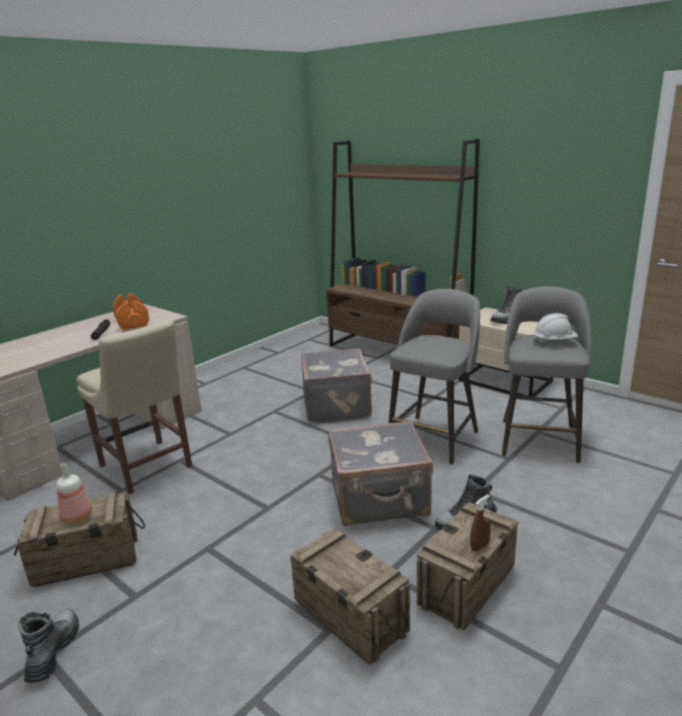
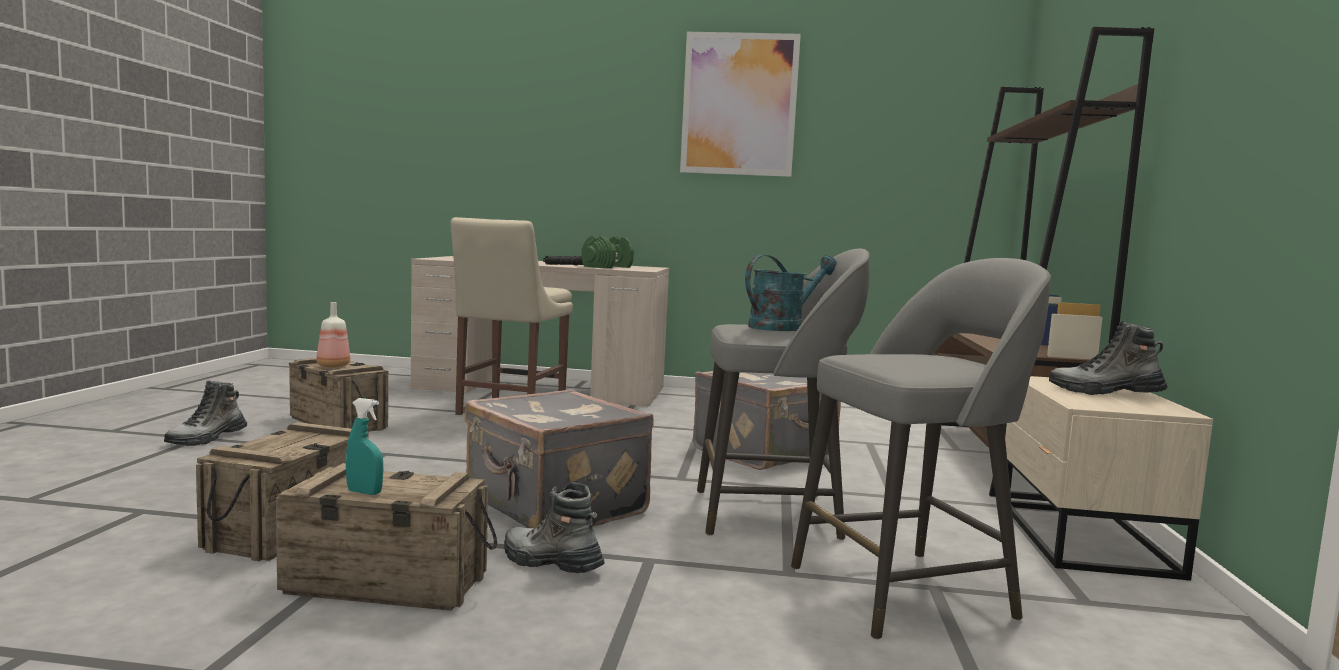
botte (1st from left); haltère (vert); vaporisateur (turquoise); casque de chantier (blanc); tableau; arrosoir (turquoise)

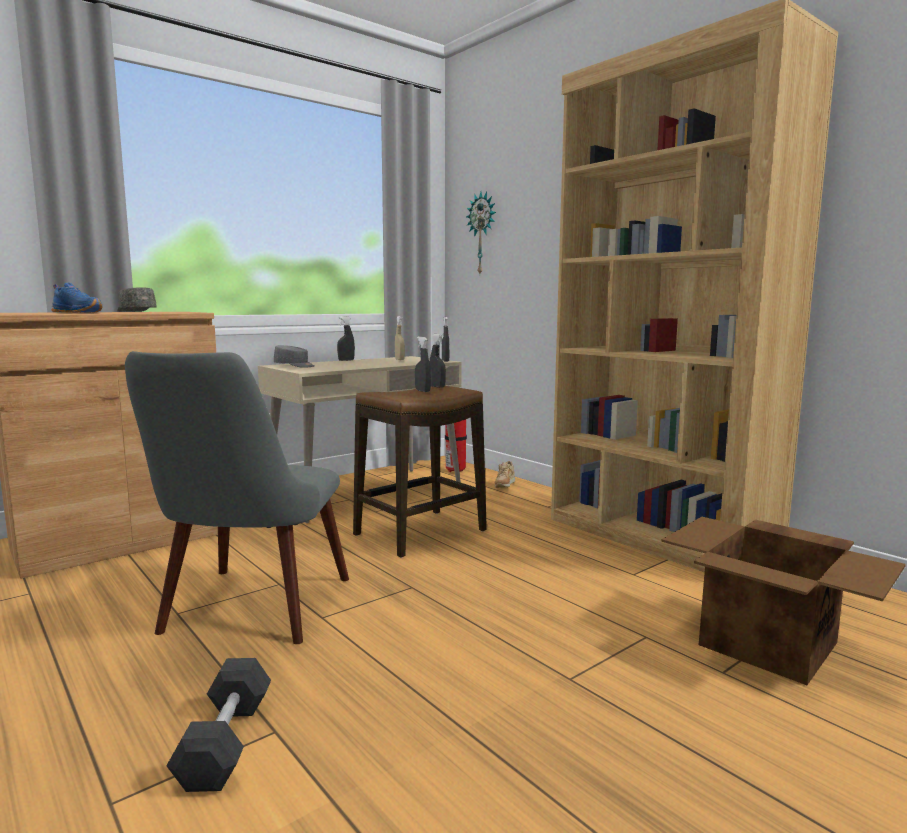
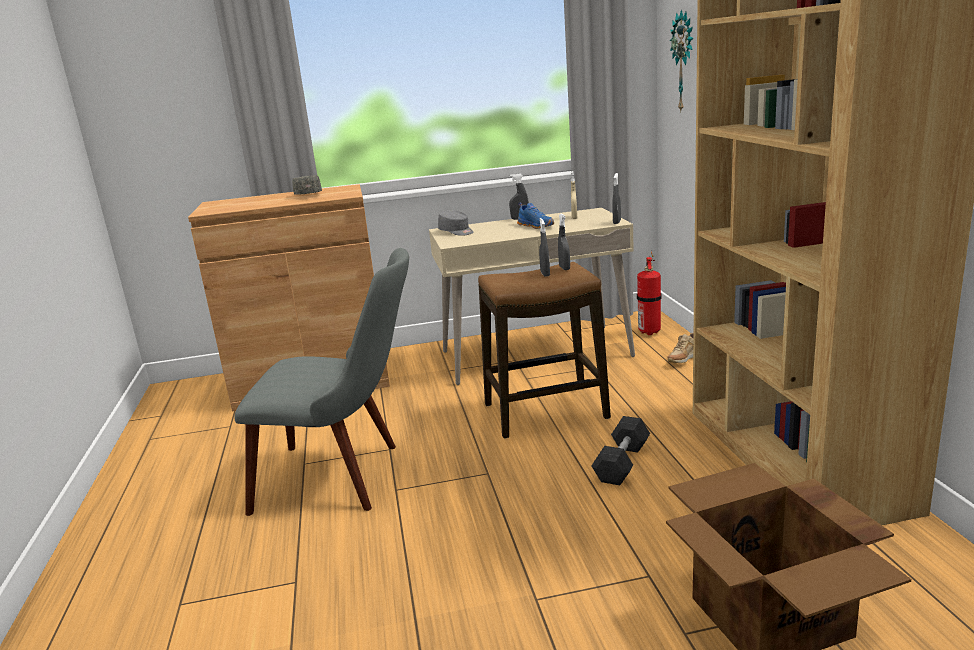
chaussure (bleu); chaise (gris); haltère (gris)

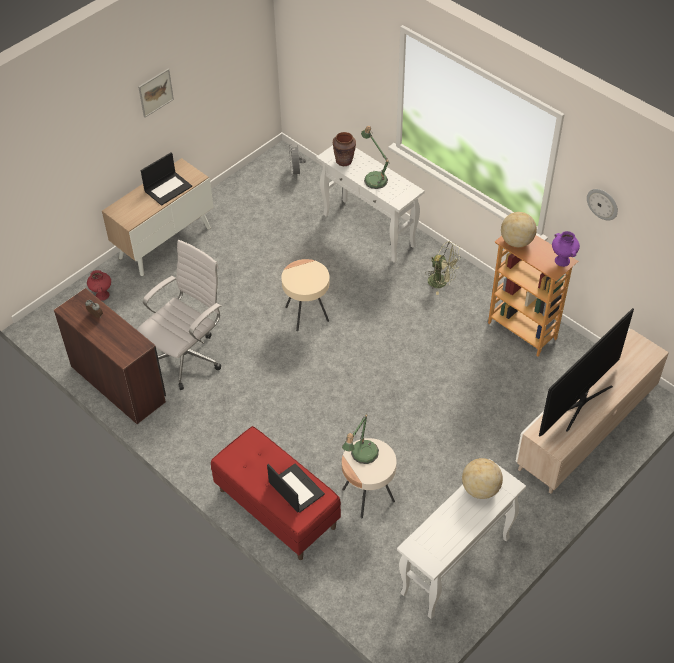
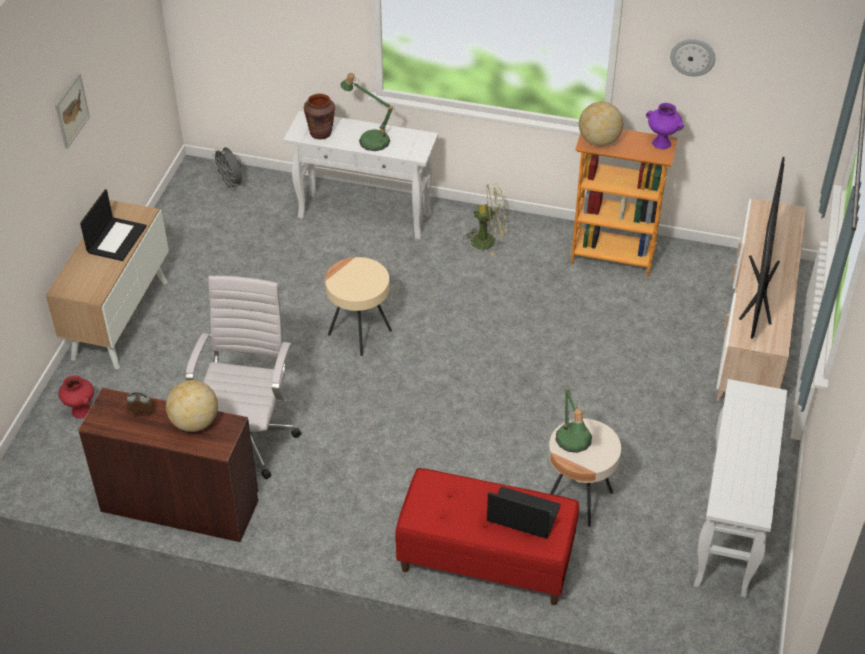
globe (1st from left)

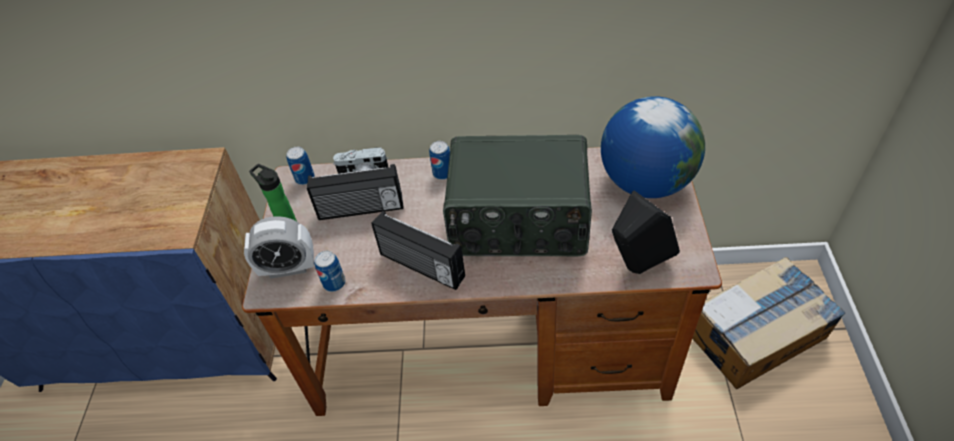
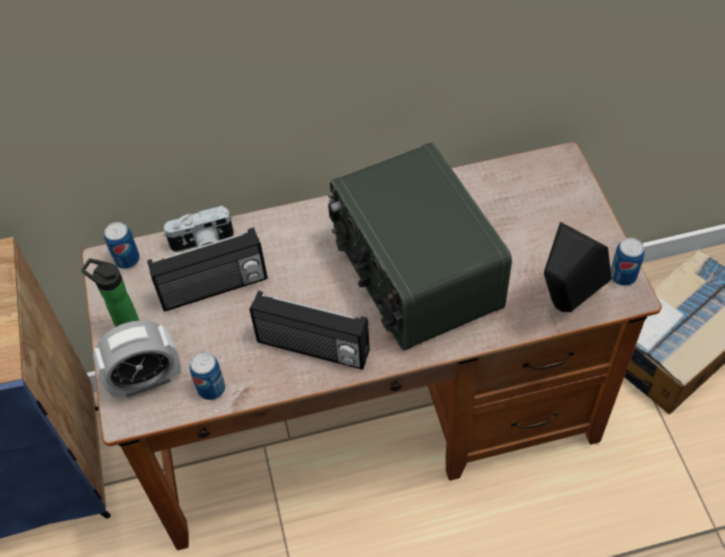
boîte métallique (3rd from left); radio (3rd from left); globe

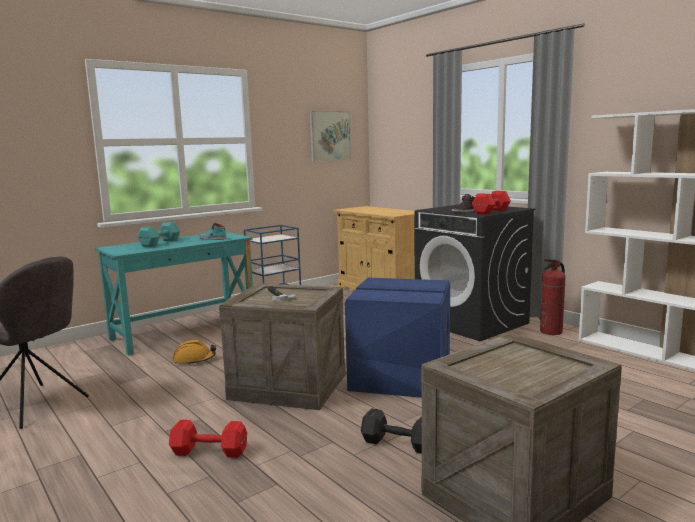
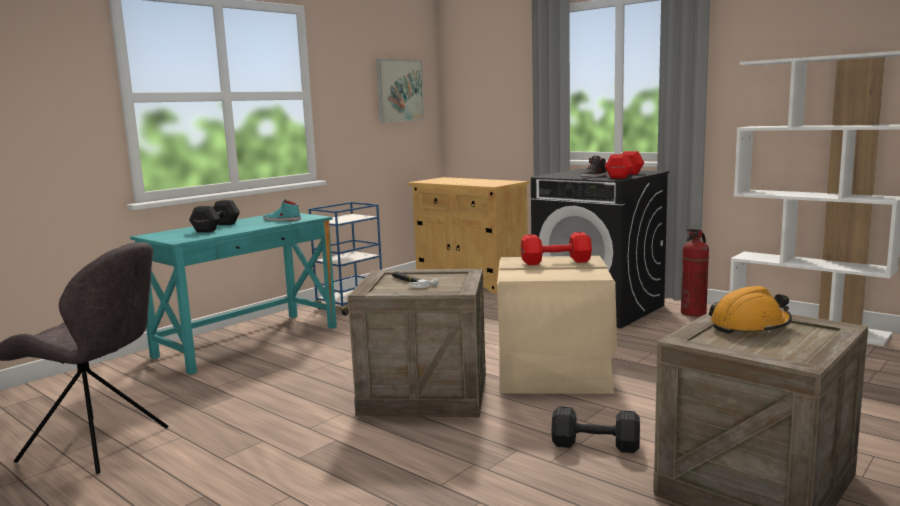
haltère (noir) (1st from left); haltère (rouge) (1st from left); casque de chantier (orange); boîte de rangement (beige)

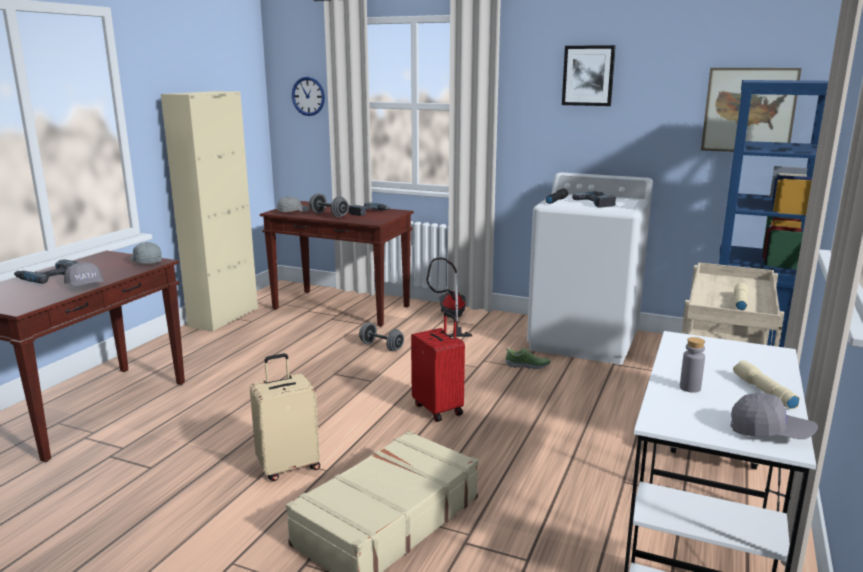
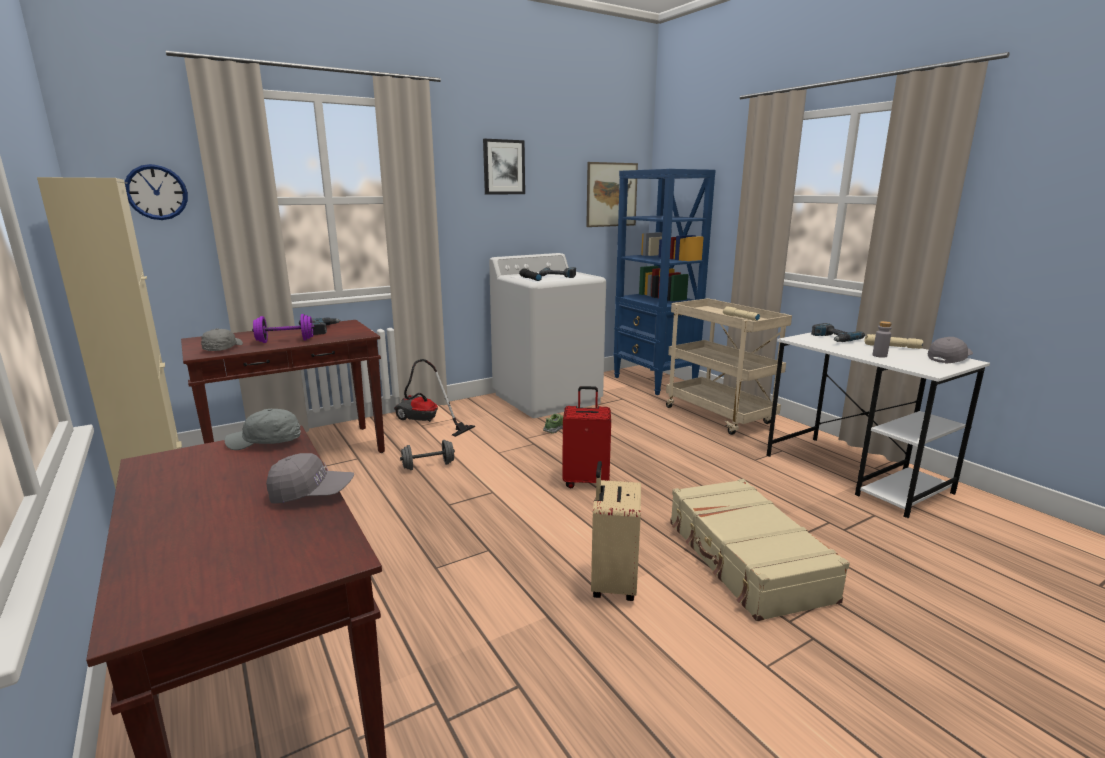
perceuse (3rd from left); haltère (violet)

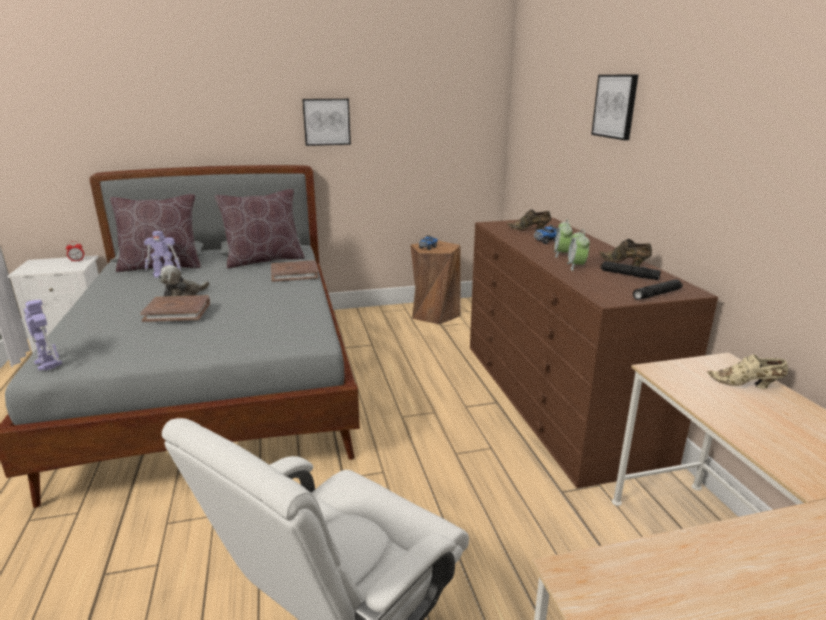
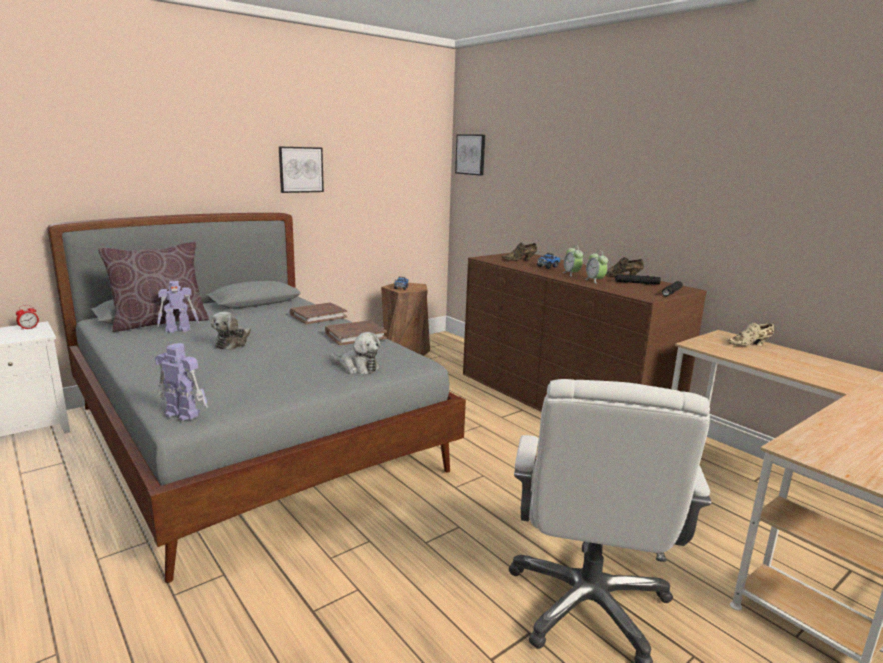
livre (marron) (2nd from left); coussin (marron) (2nd from left in the first image); tableau (2nd from left); peluche (2nd from left)

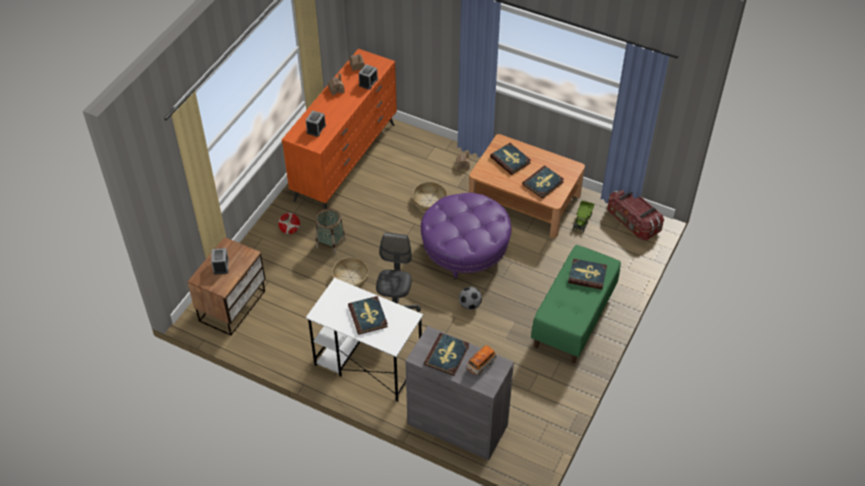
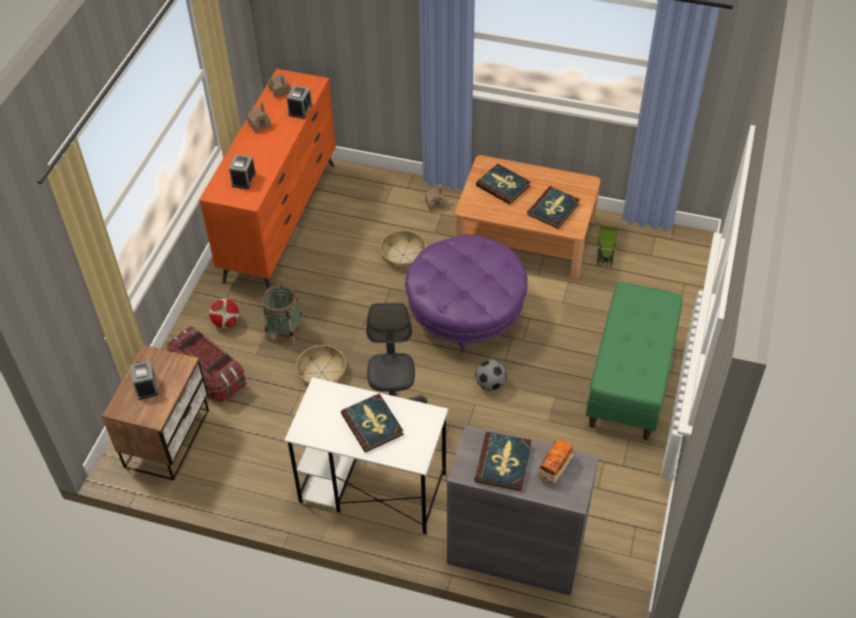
livre (5th from left in the first image); boîte de rangement

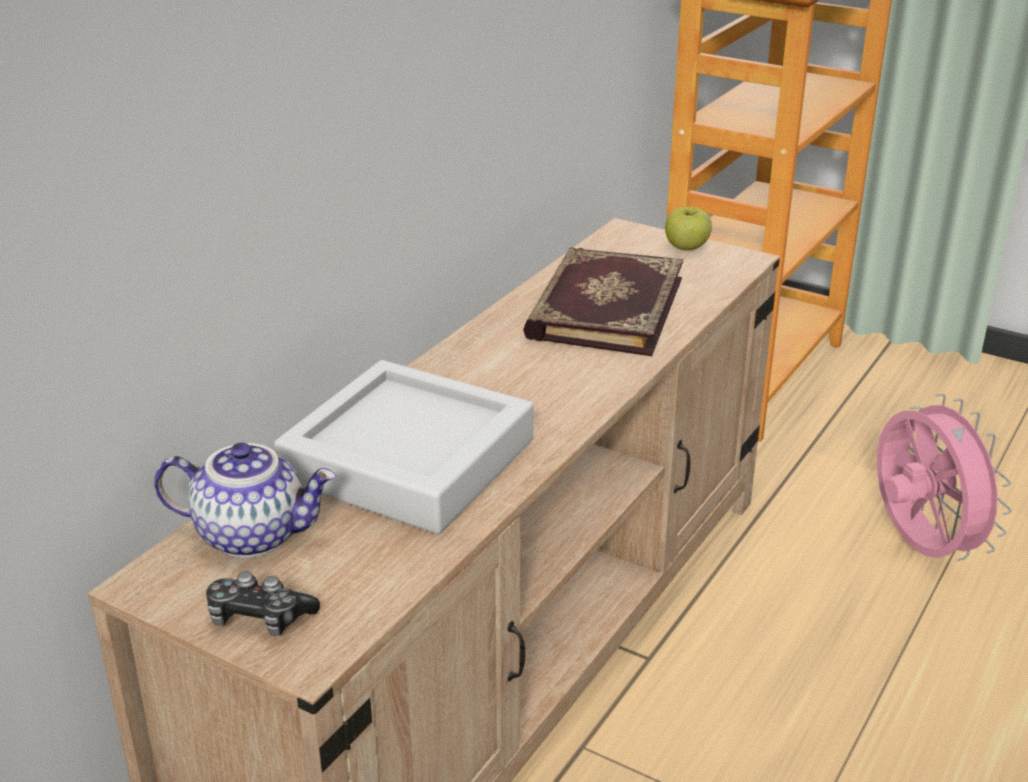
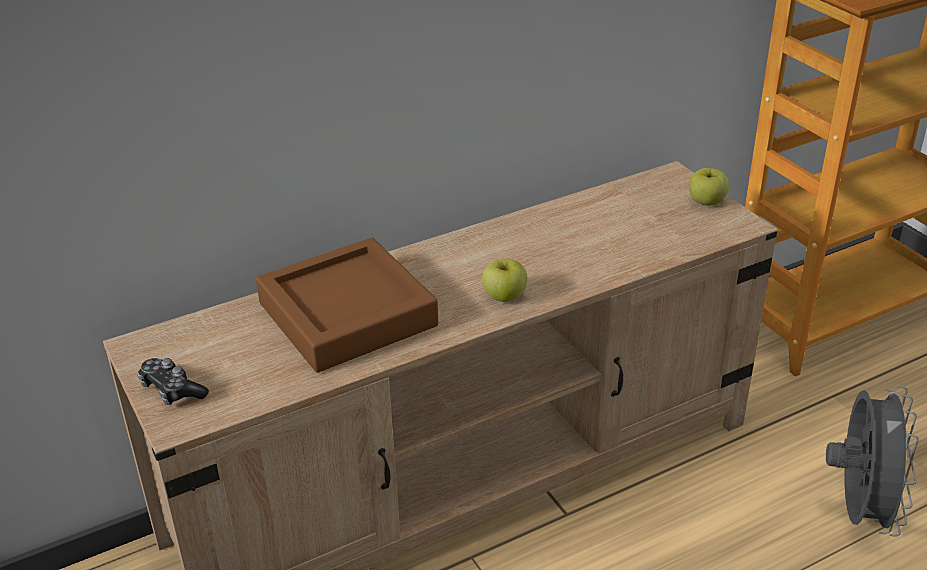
théière; plateau (marron); livre; ventilateur (gris); pomme (1st from left)

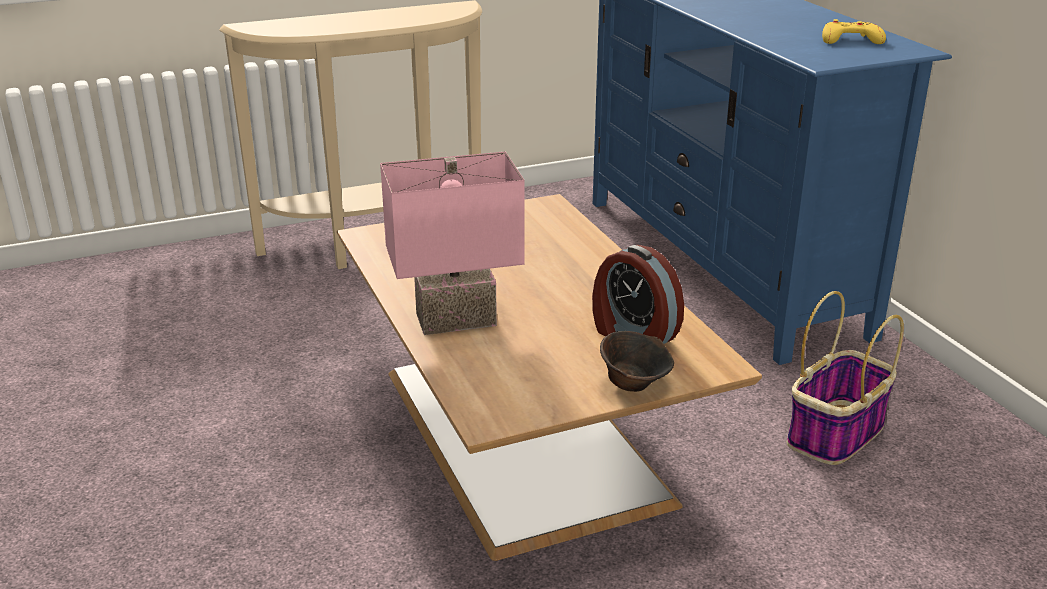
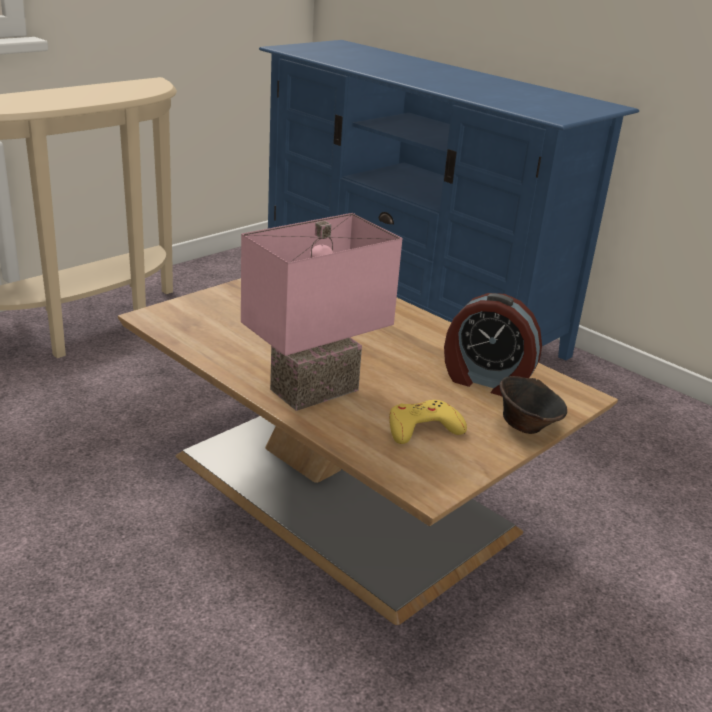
panier; manette (jaune)

